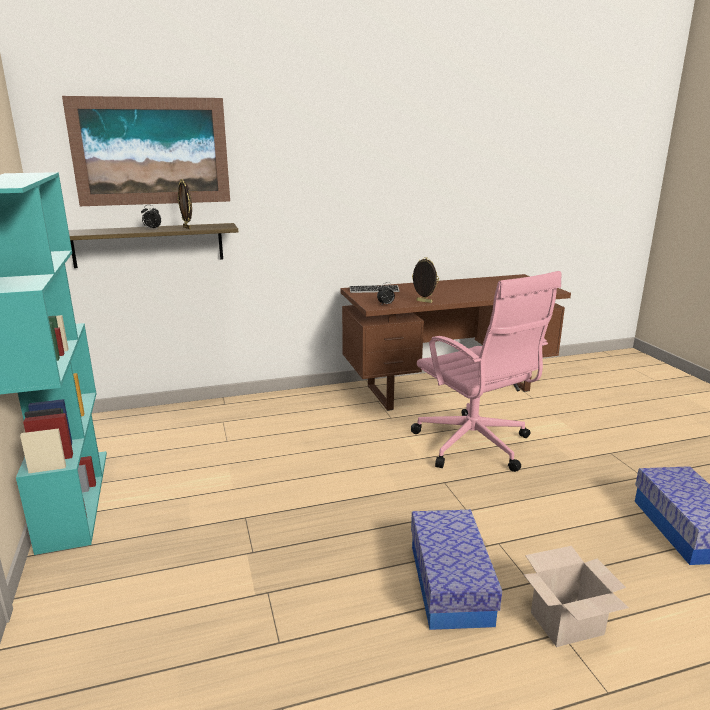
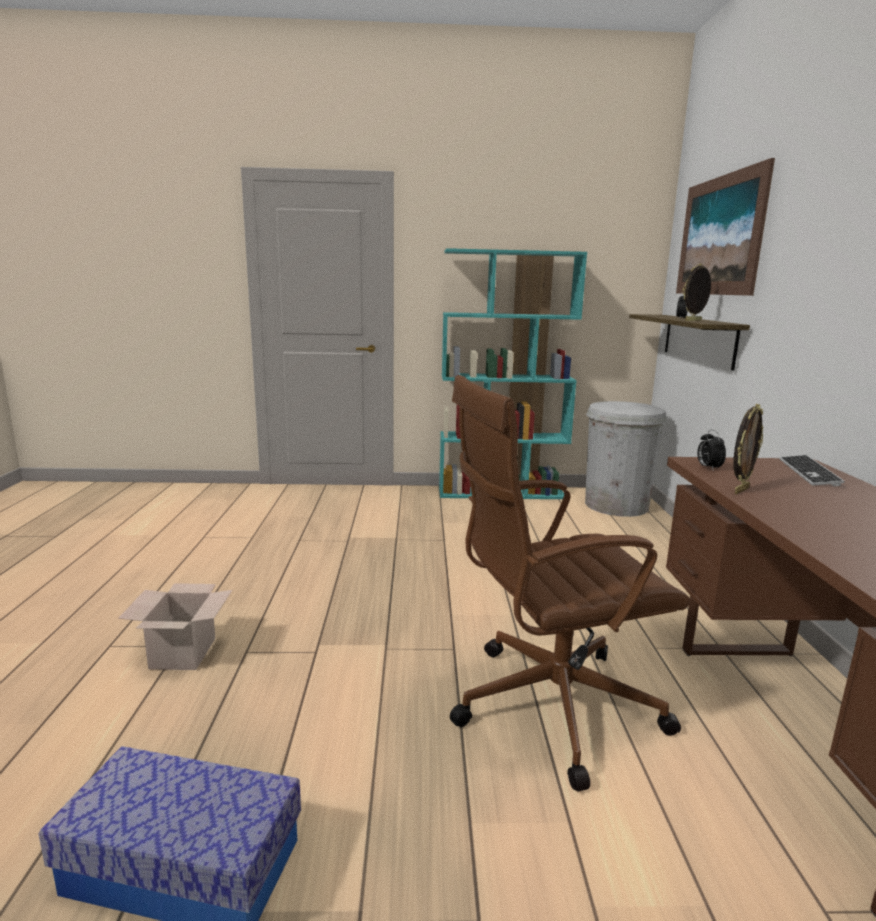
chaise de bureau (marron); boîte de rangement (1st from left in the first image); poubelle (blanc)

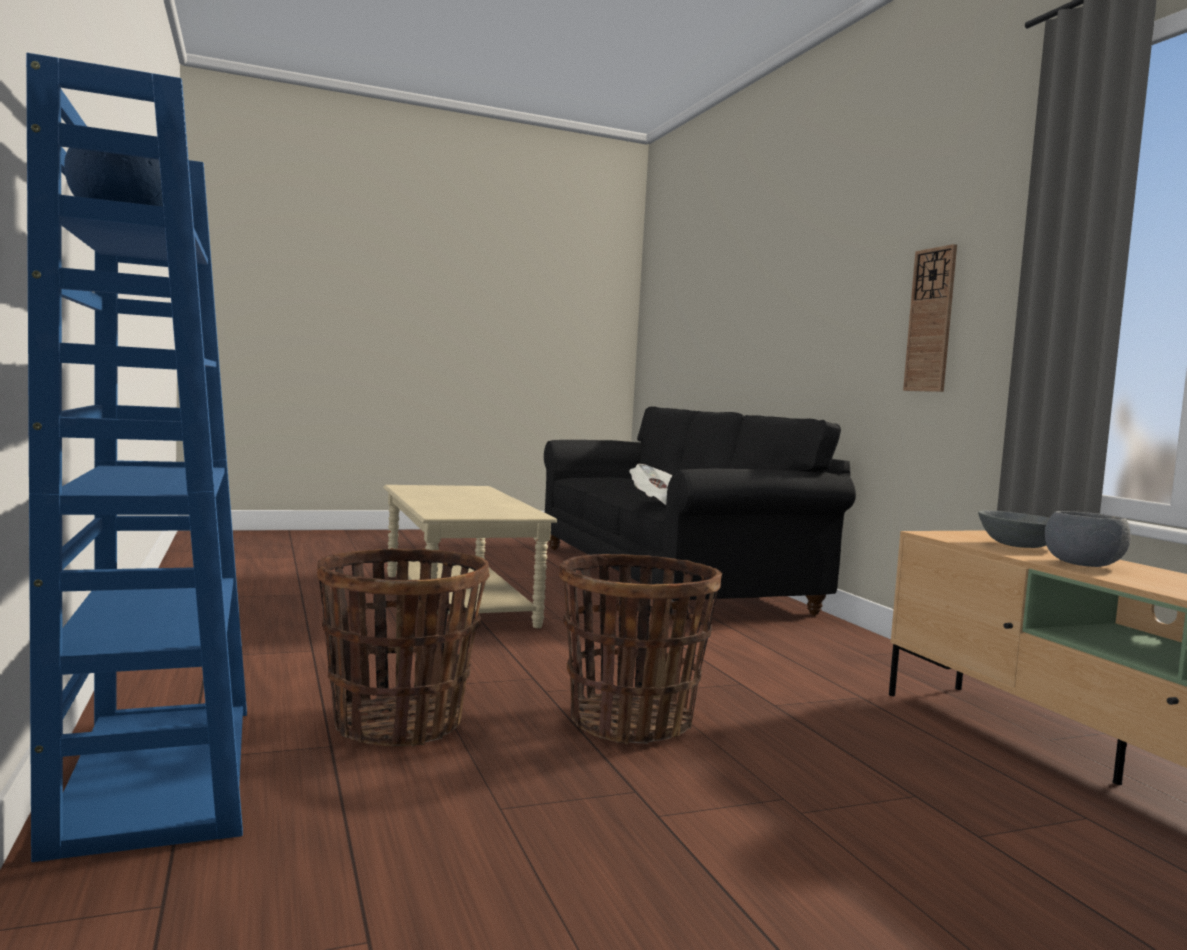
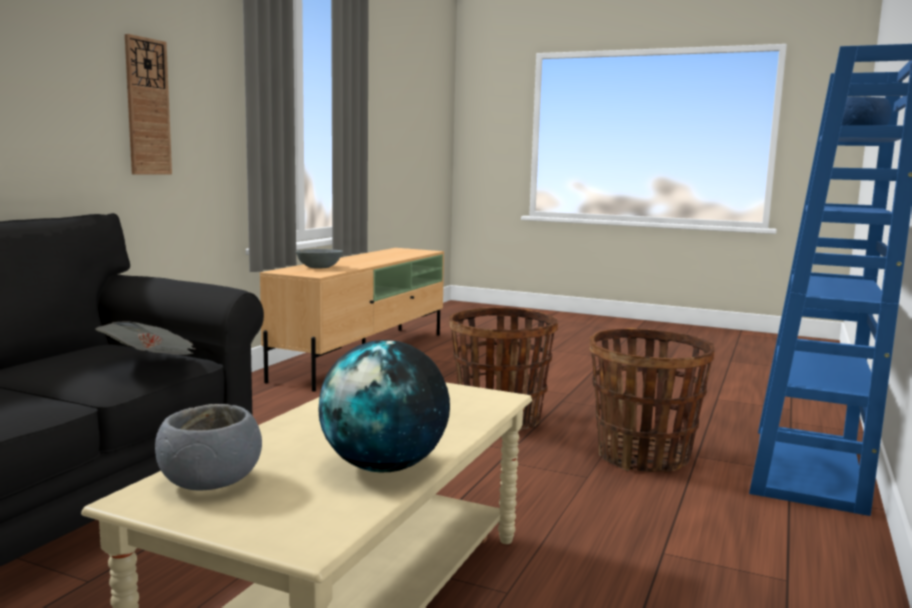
bol (gris) (1st from left); globe

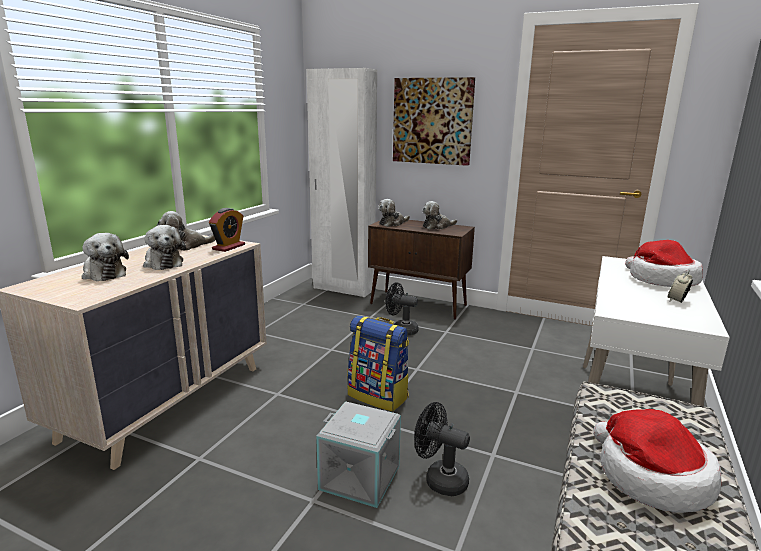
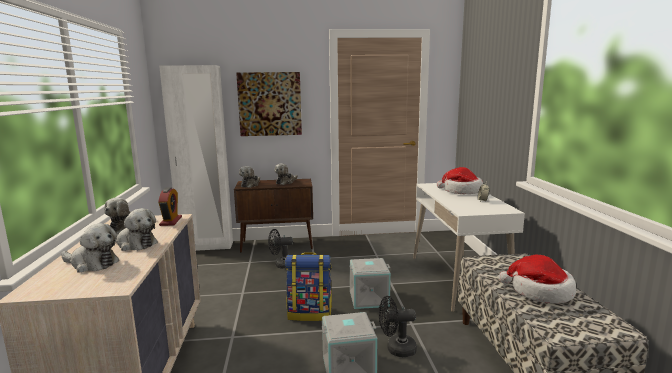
boîte de rangement (gris) (2nd from left)

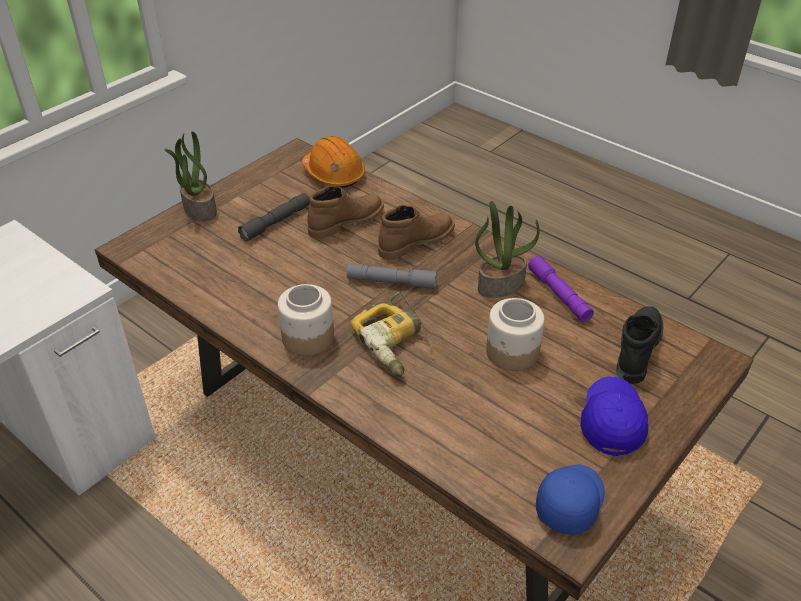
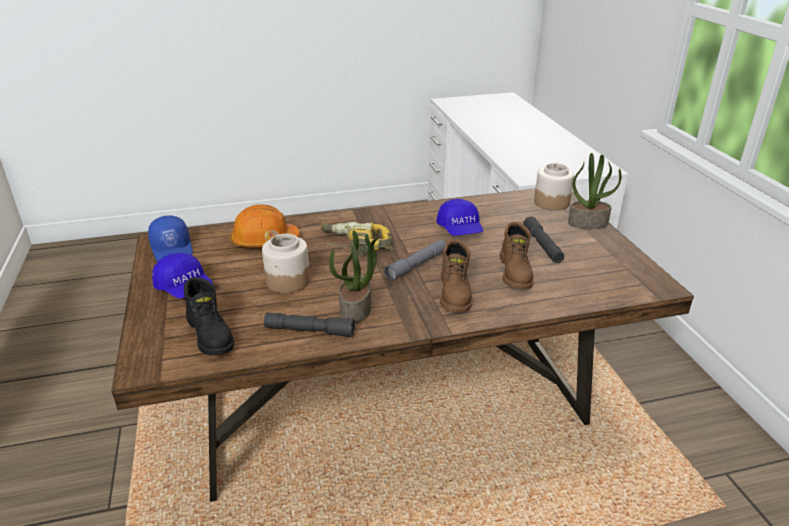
bocal (2nd from left); casque de chantier (orange); lampe de poche (gris) (1st from left); casquette (bleu) (3rd from left)

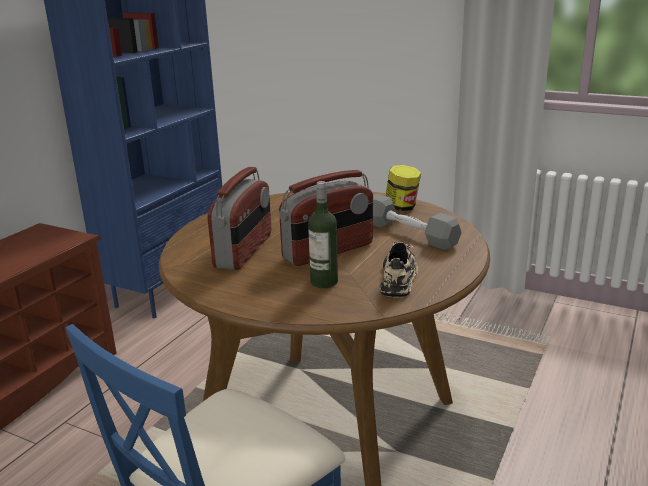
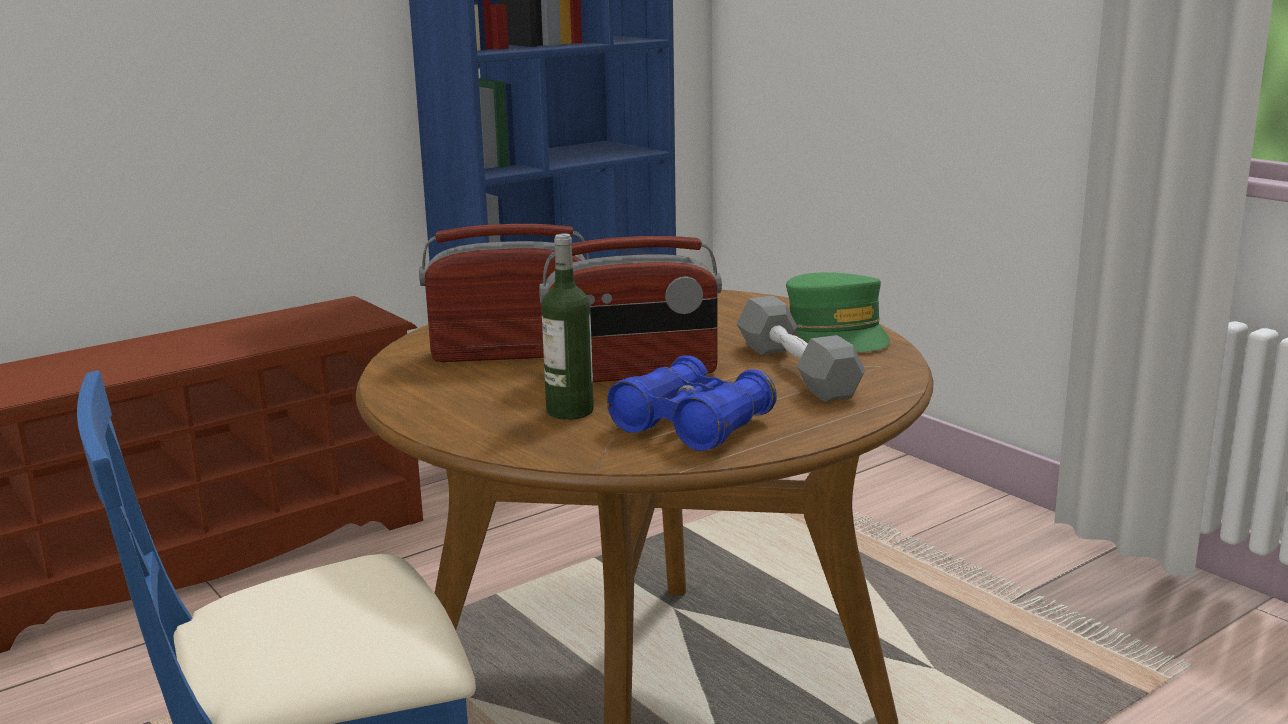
radio (1st from left); jumelles (bleu); casquette (vert)

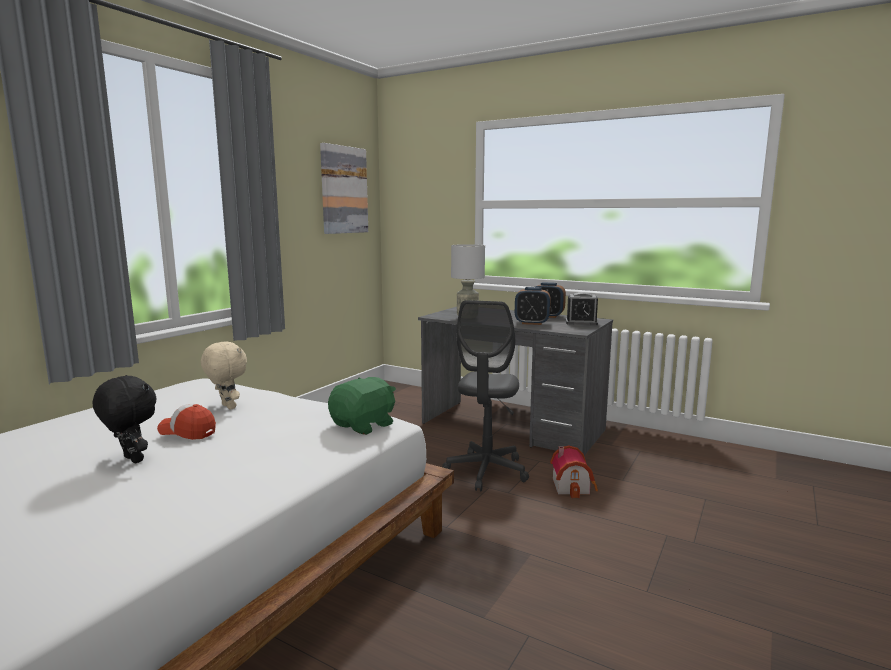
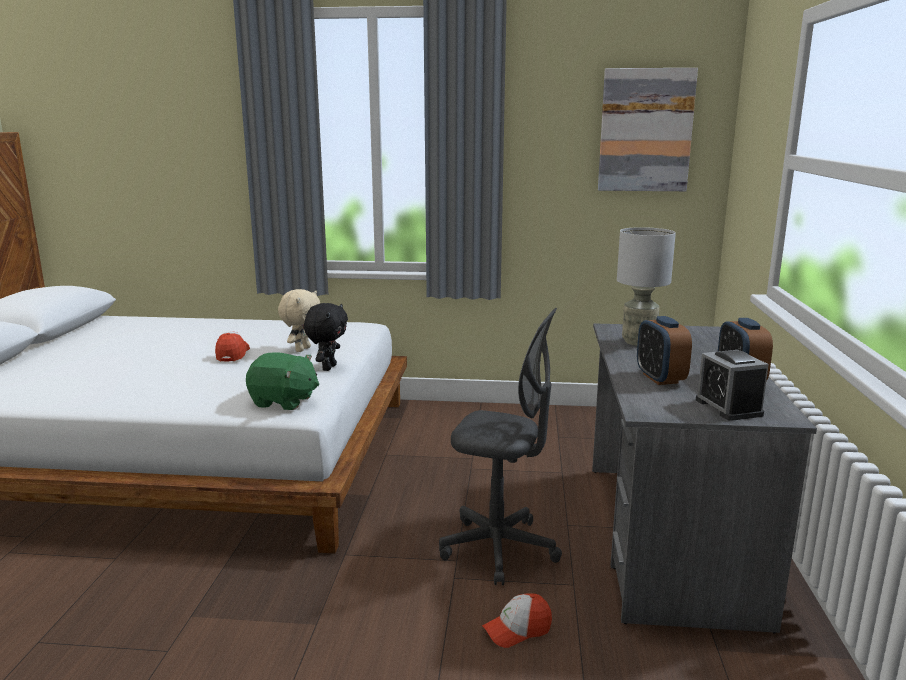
peluche (noir); chaise de bureau (gris); casquette (2nd from left)

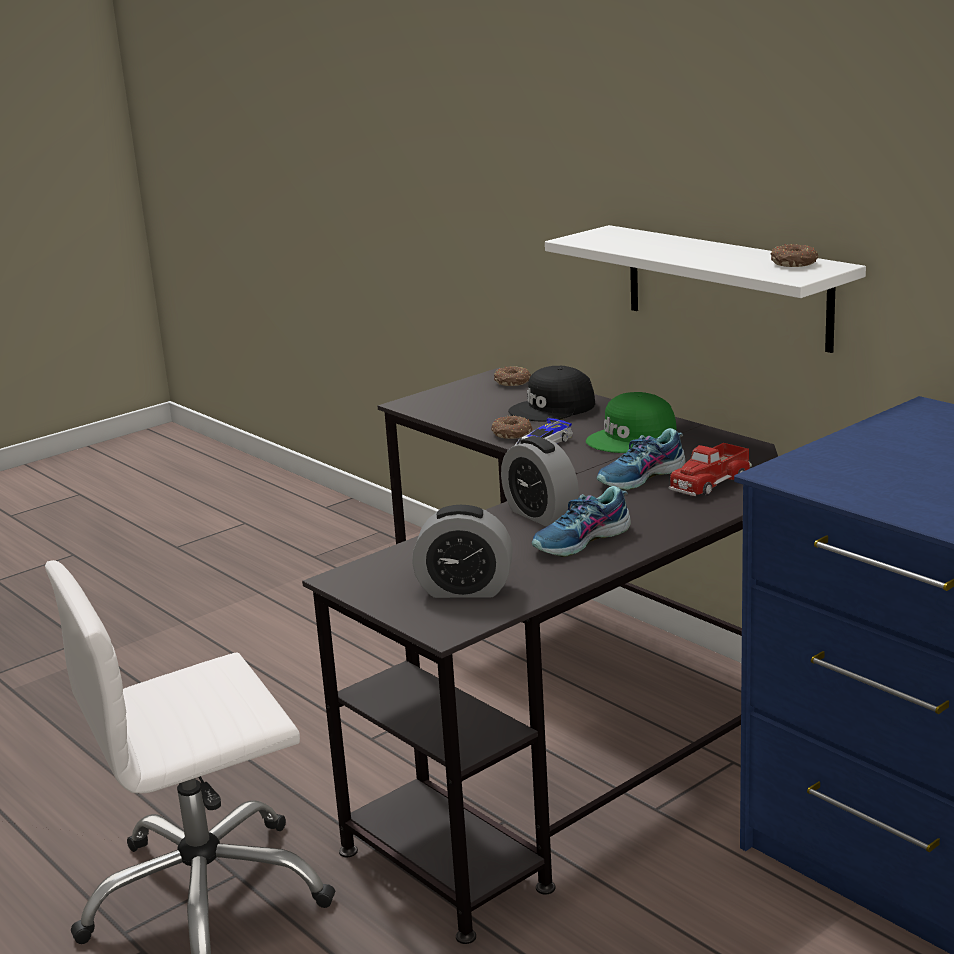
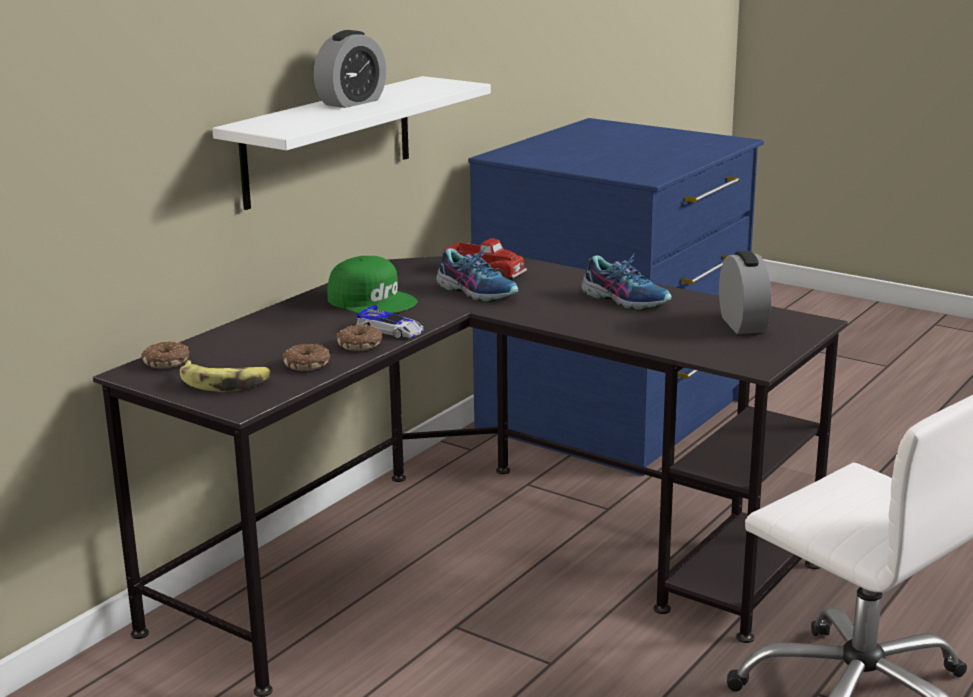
réveil (1st from left); casquette (noir); beignet (2nd from left); banane

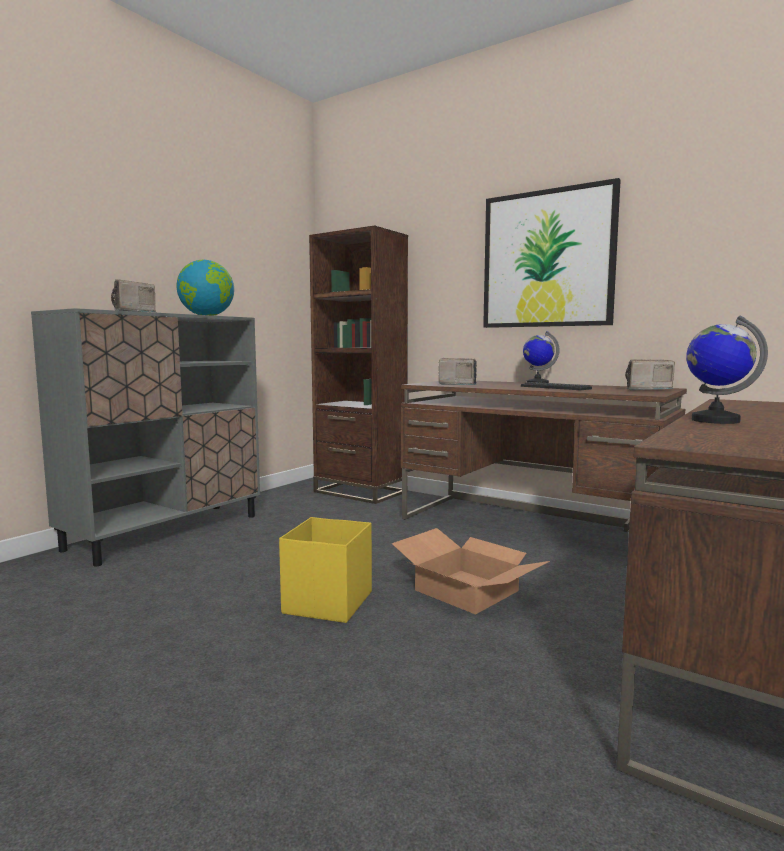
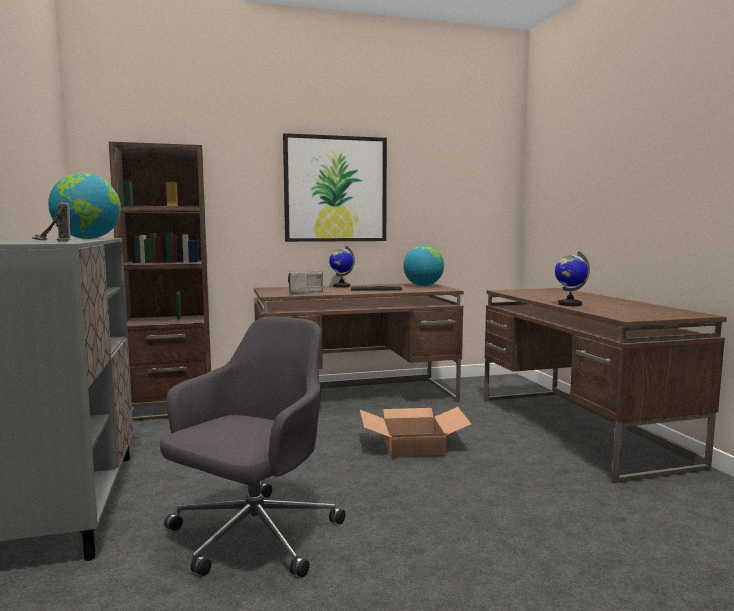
boîte de rangement (jaune); globe (3rd from left); chaise de bureau (gris)

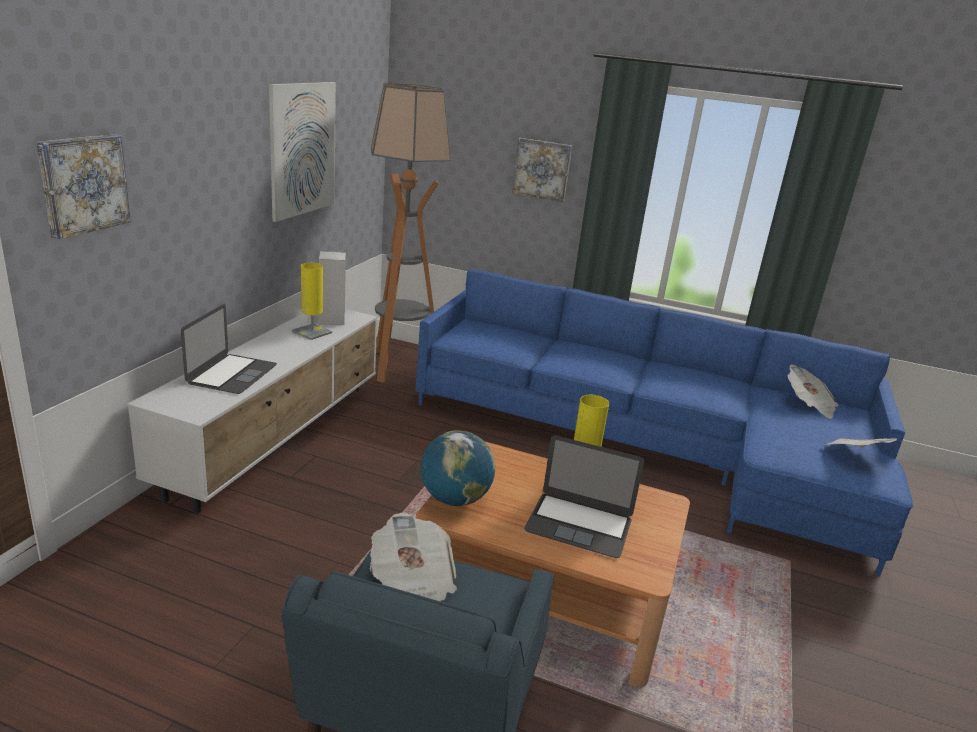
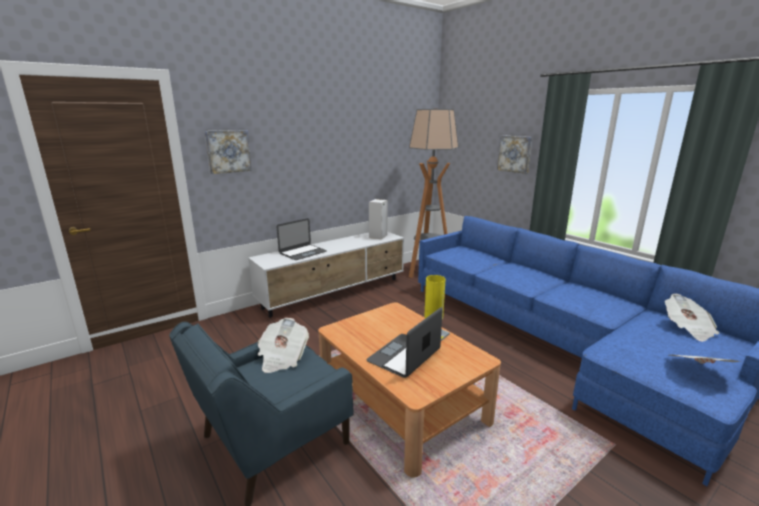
tableau (2nd from left in the first image); lampe de table (jaune) (1st from left in the first image); globe; ordinateur portable (2nd from left)

